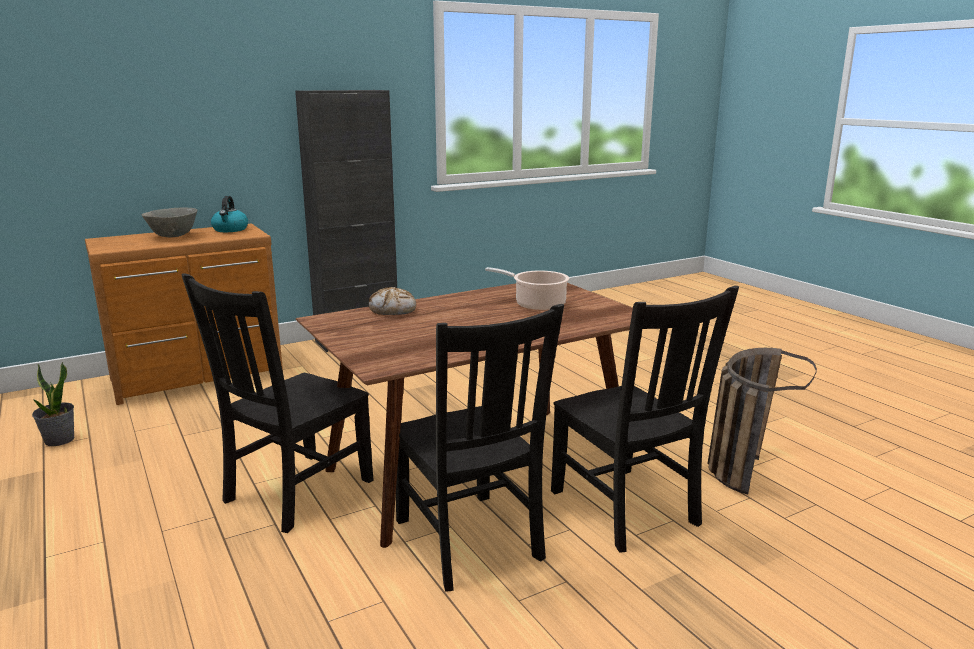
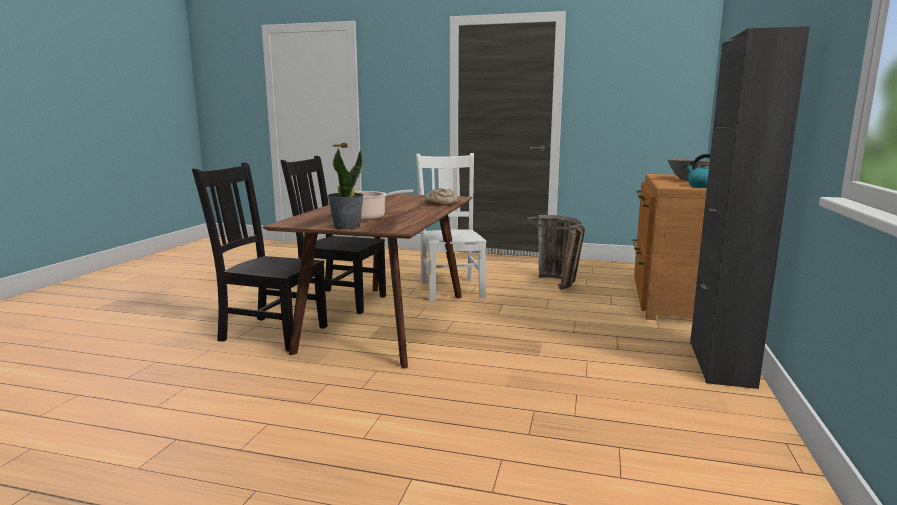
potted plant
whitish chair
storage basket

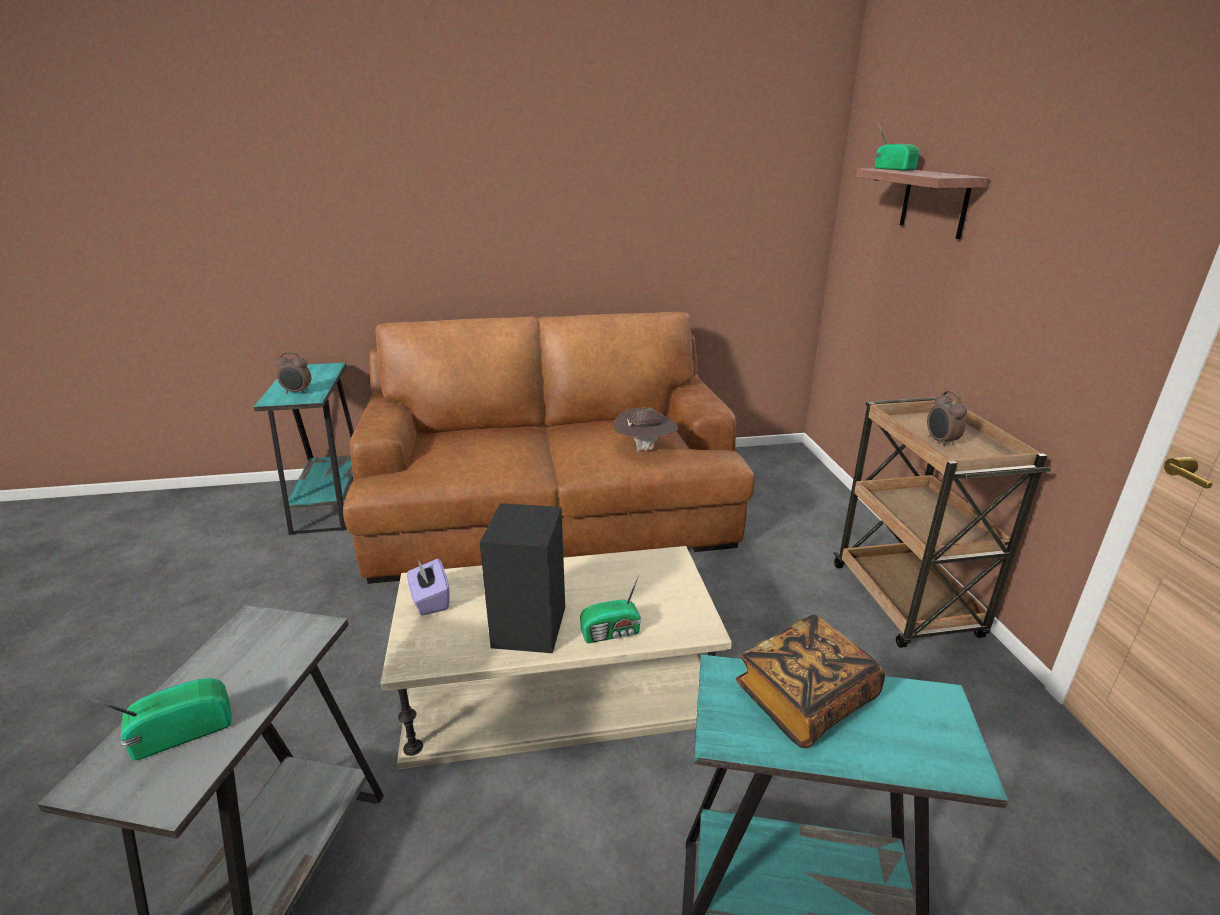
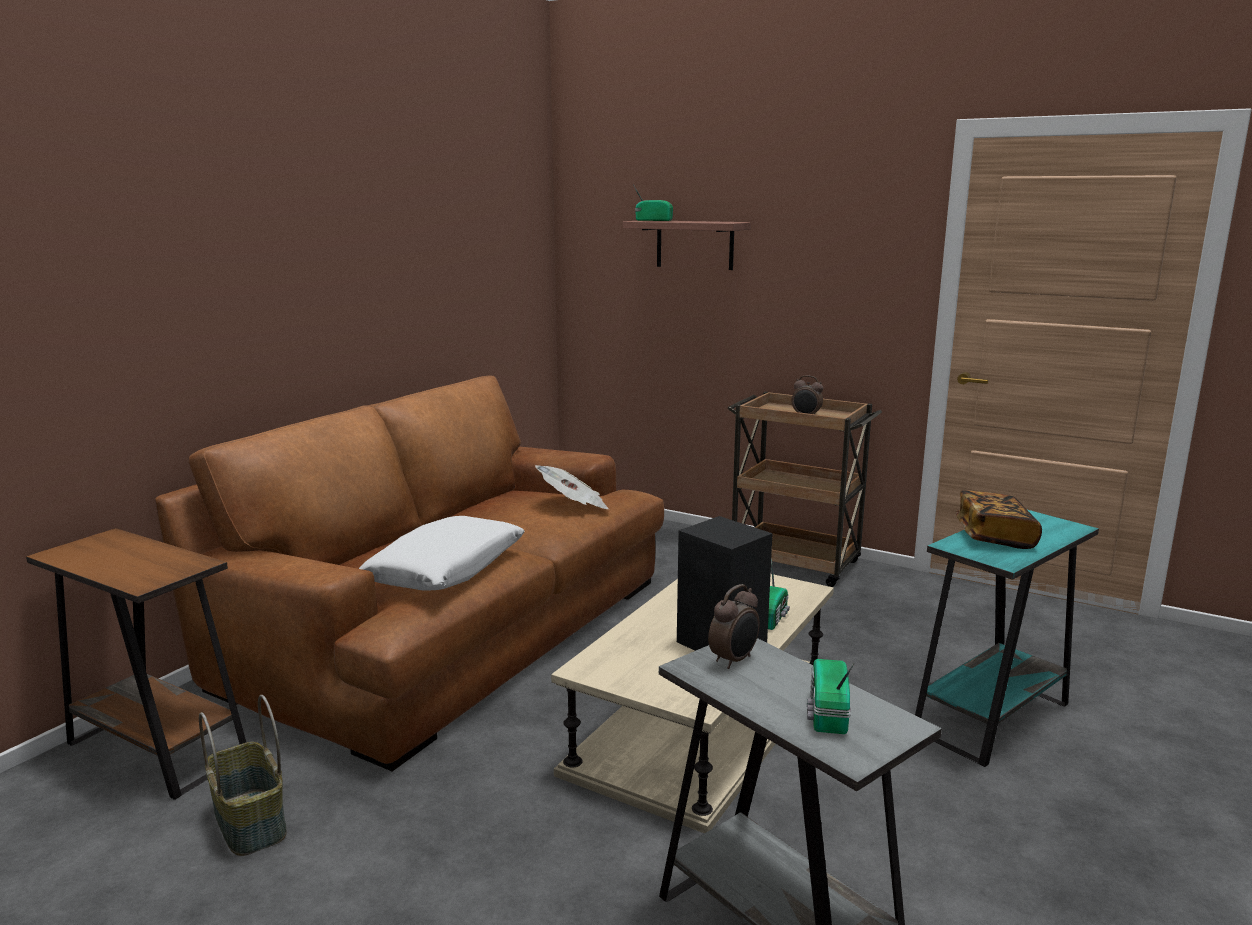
brown-coloured end table
storage basket
whitish cushion
newspaper
bedside clock (no. 1 from left)
purple tissue box

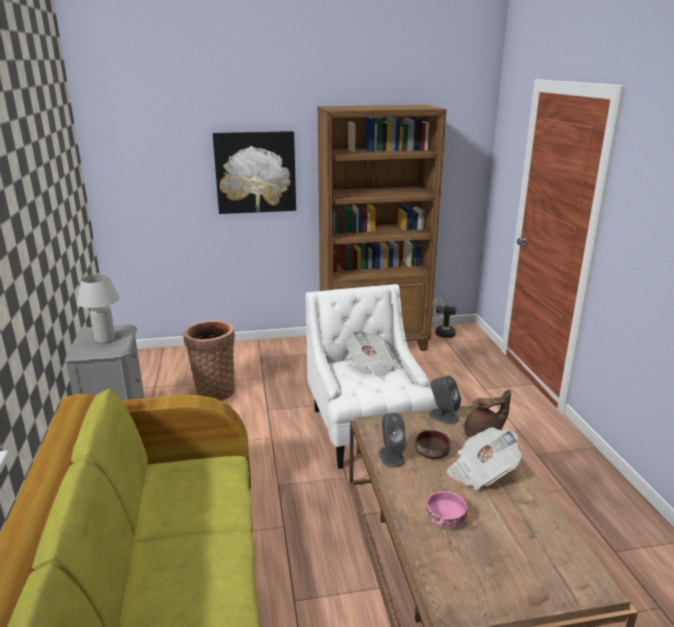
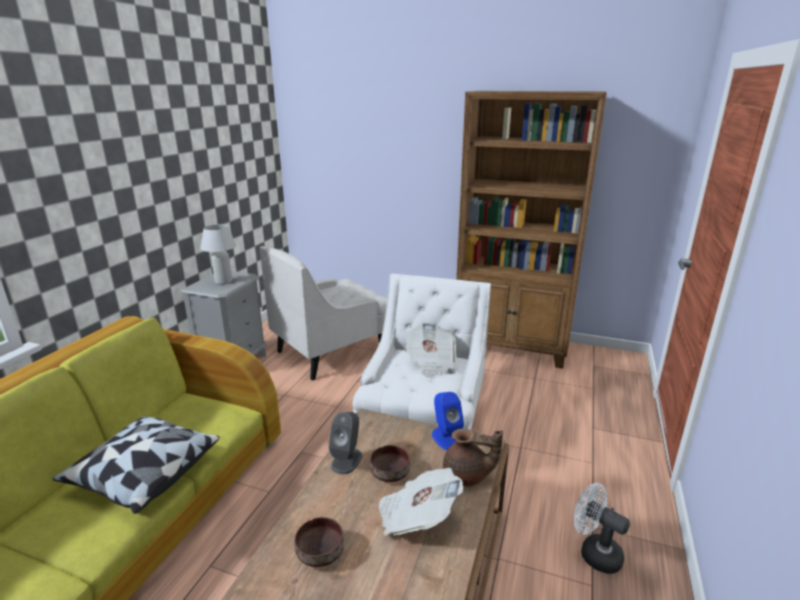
cushion
whitish lounge chair (no. 1 from left)
brown-coloured deep dish (no. 1 from left)
blue-coloured audio speaker
whitish cooling fan
wall art

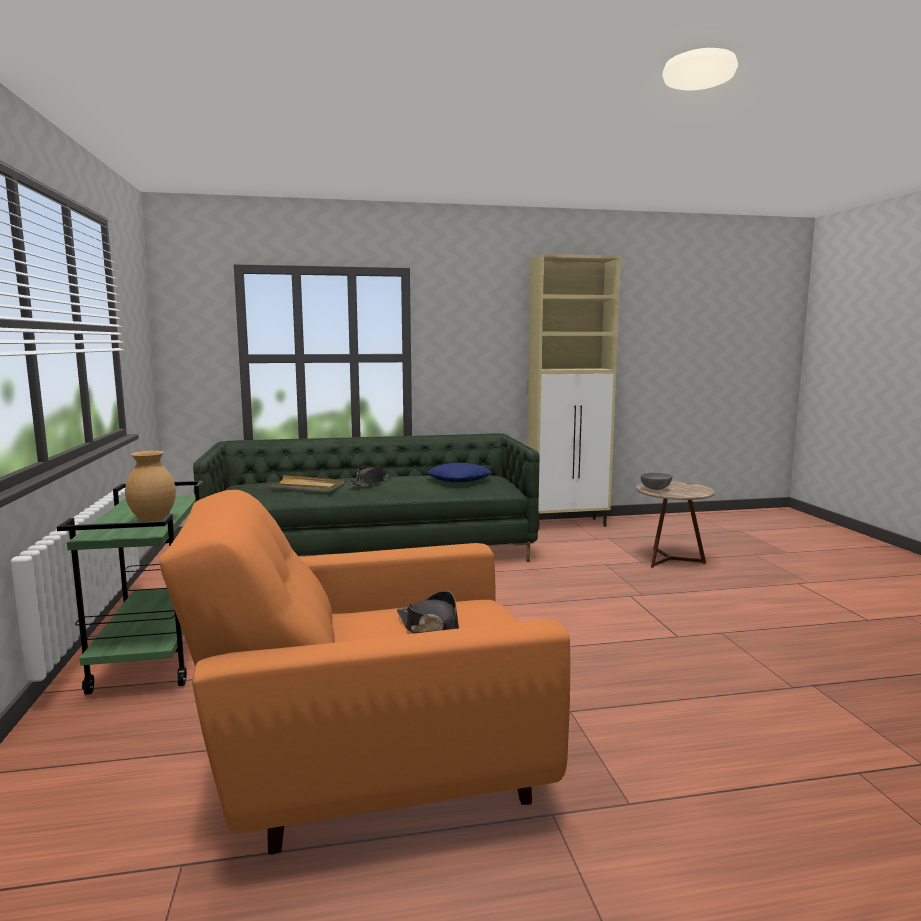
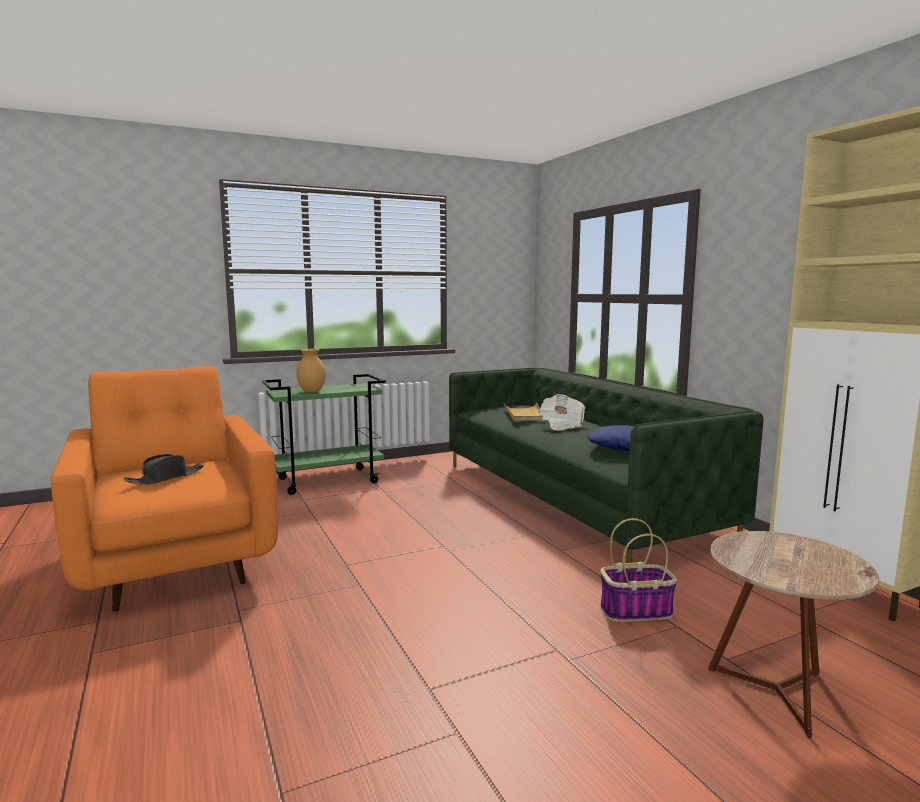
newspaper
storage basket
gray deep dish

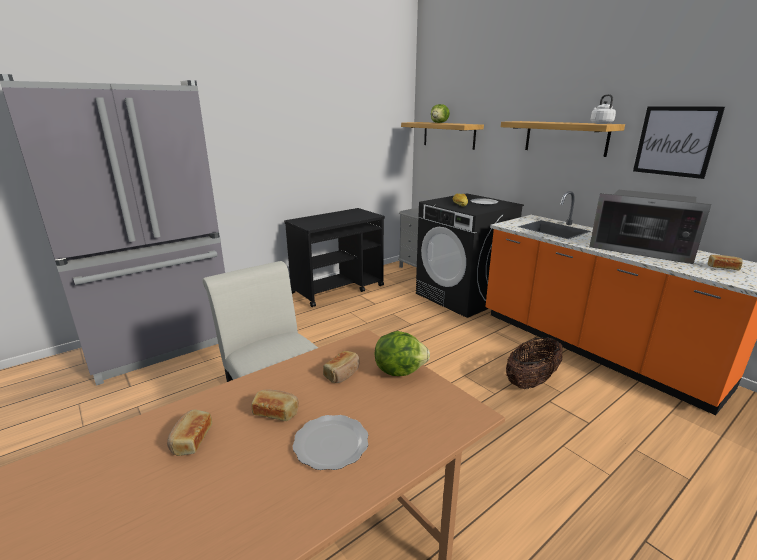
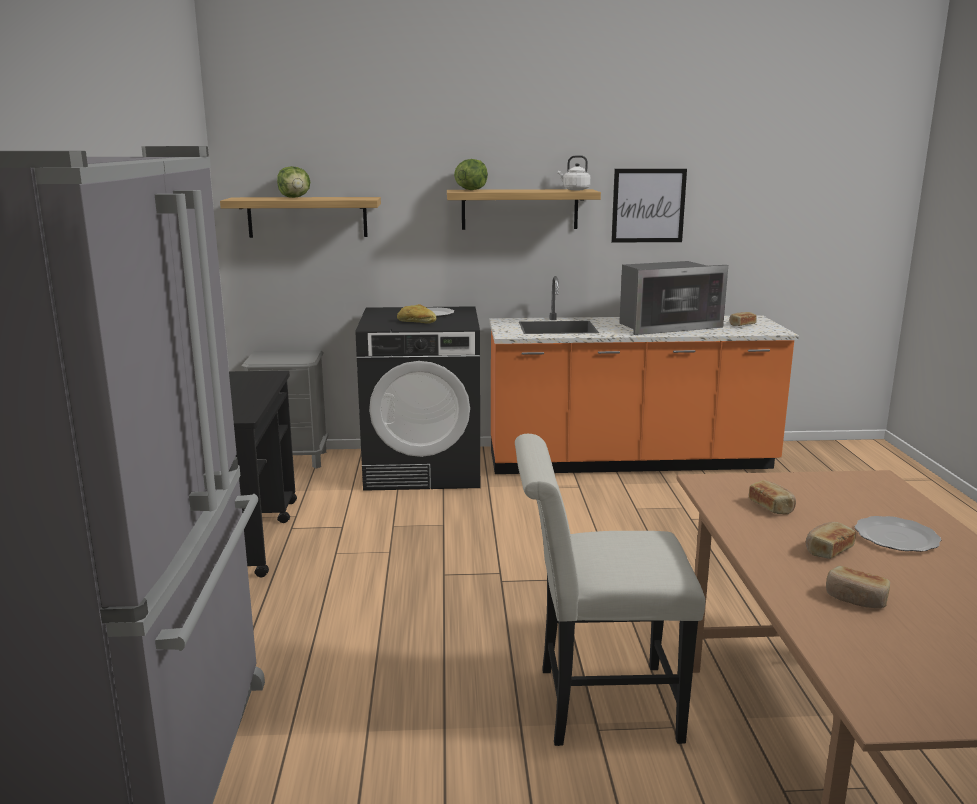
lettuce head (no. 2 from left)
storage basket

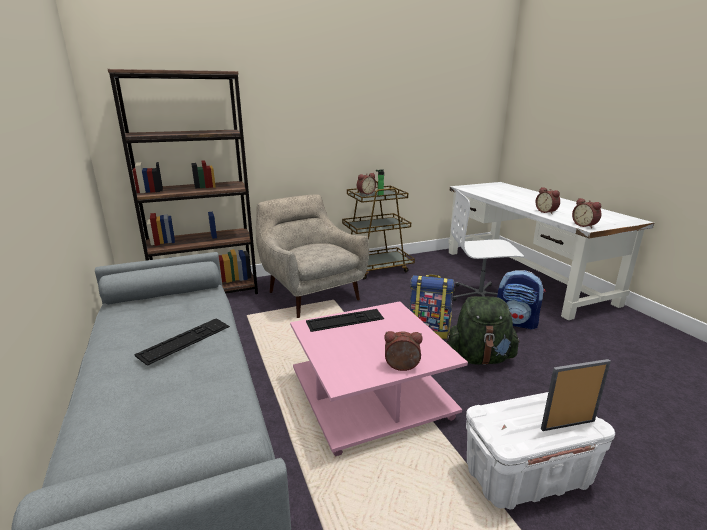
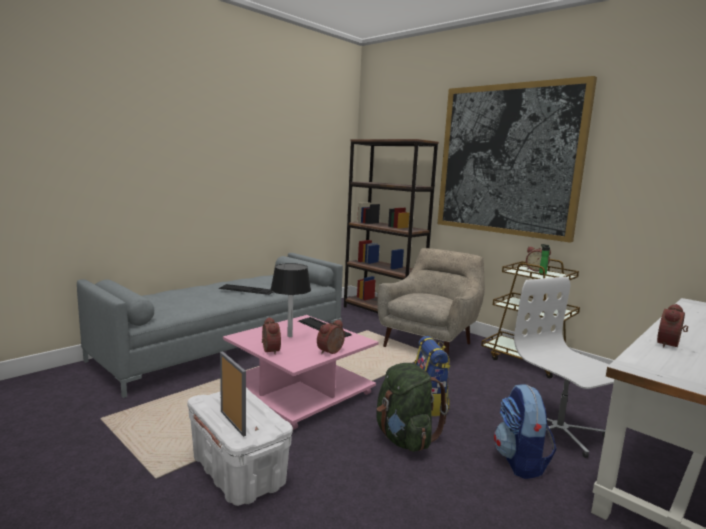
black lamp for a table
bedside clock (no. 2 from left)
wall art

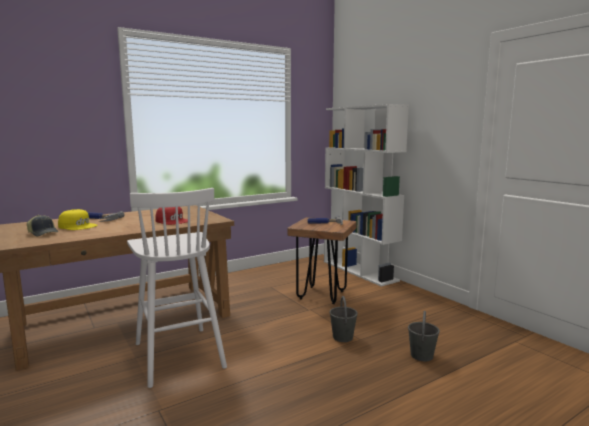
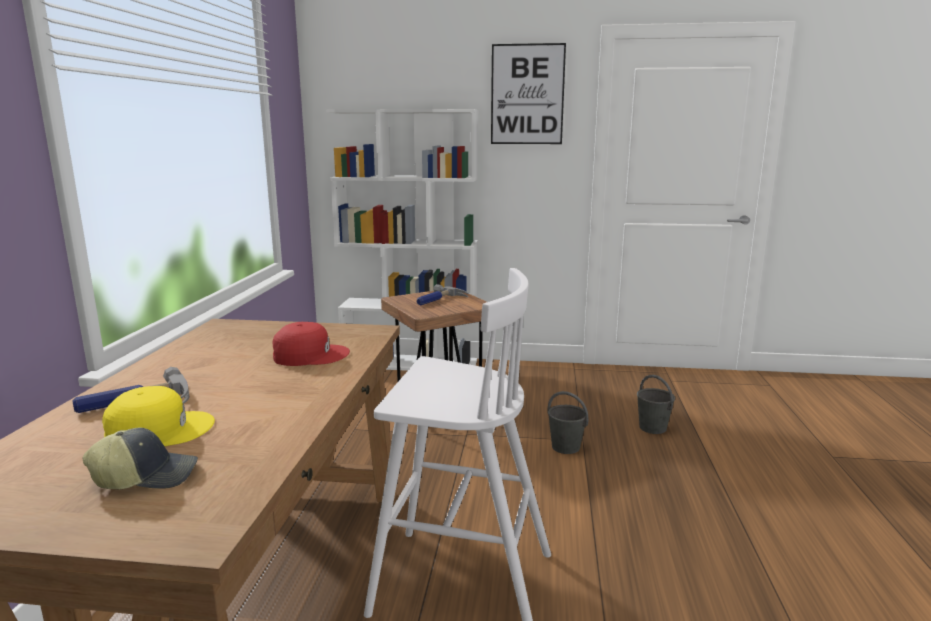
wall art

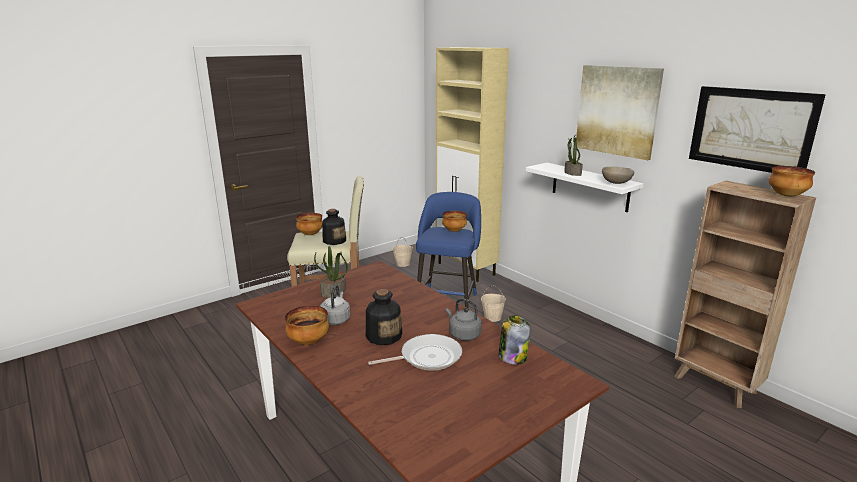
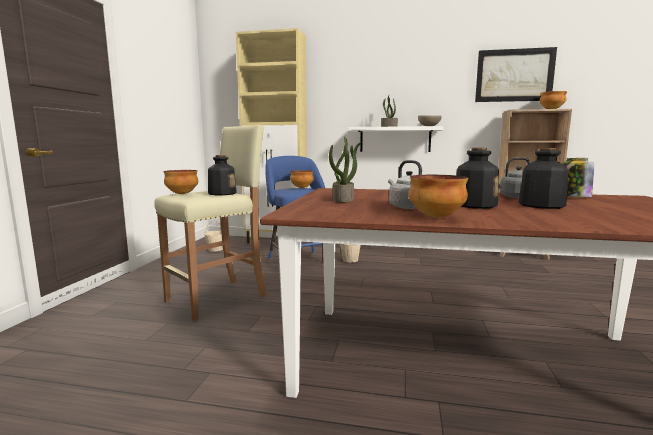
bottle (no. 3 from left)
wall art (no. 1 from left in the first image)

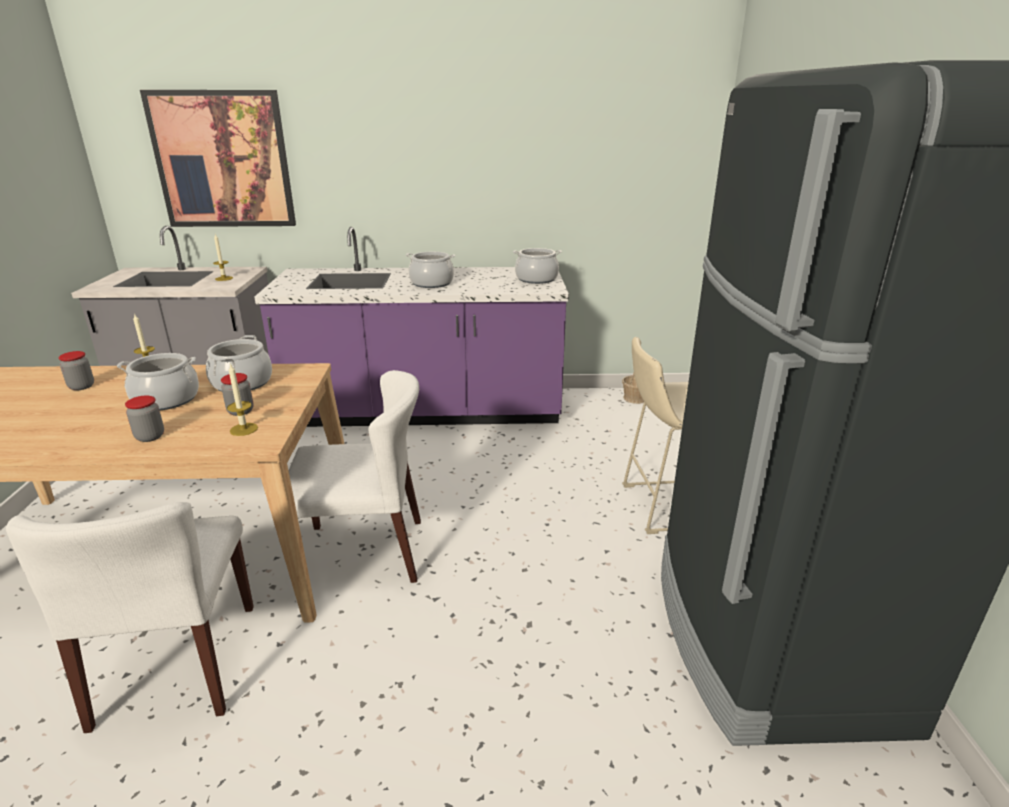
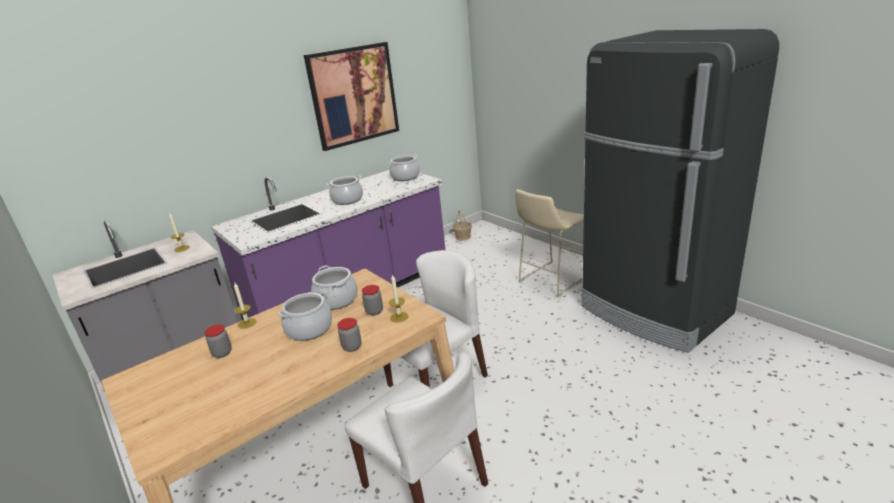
wall art

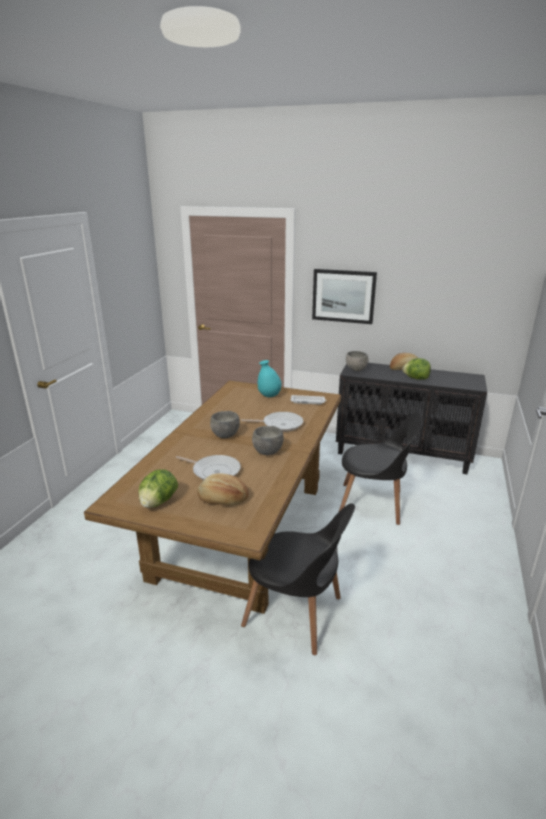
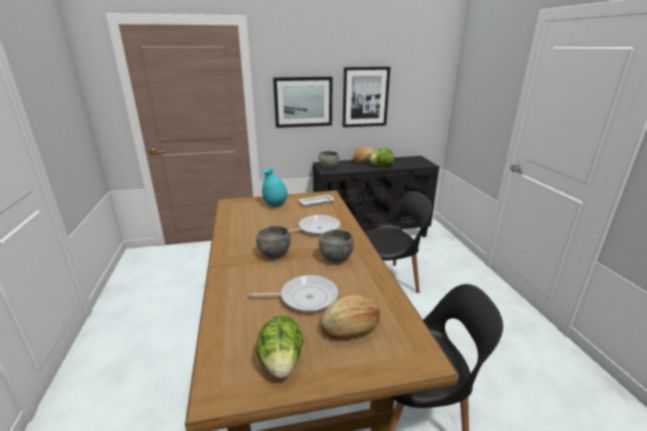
wall art (no. 2 from left)

